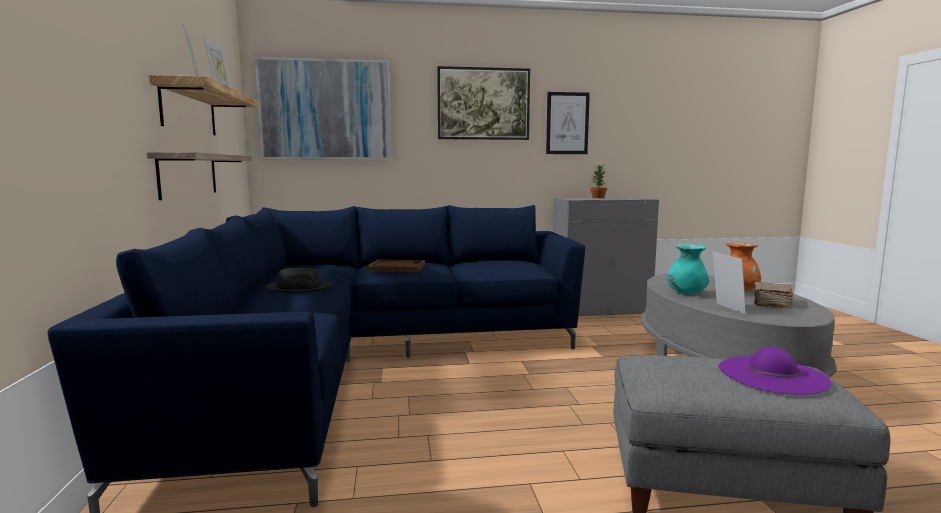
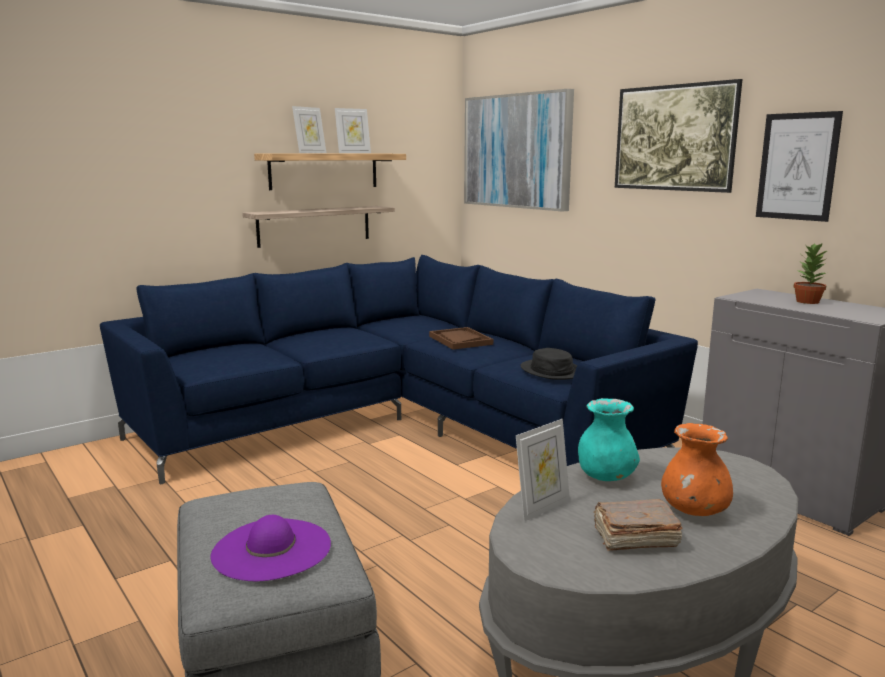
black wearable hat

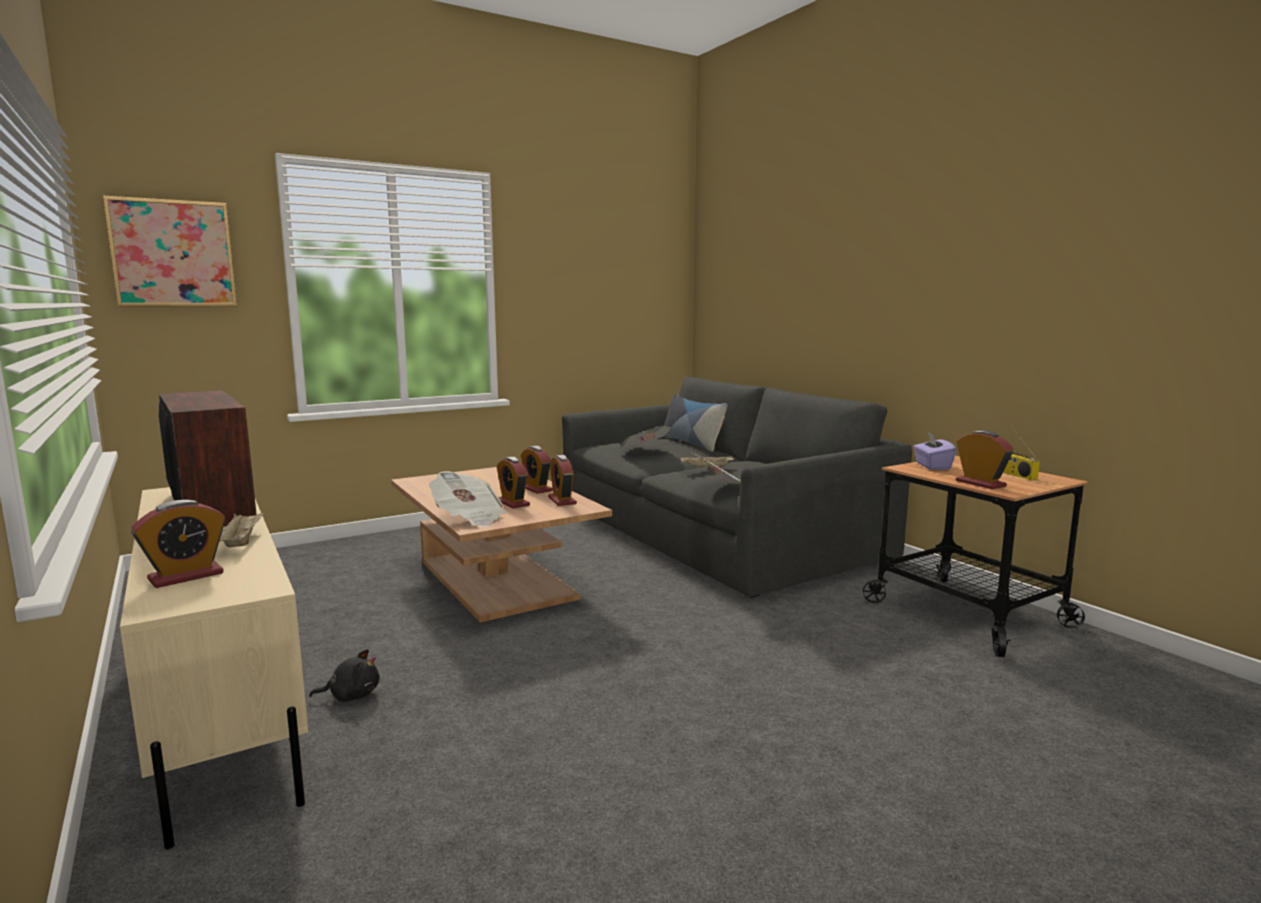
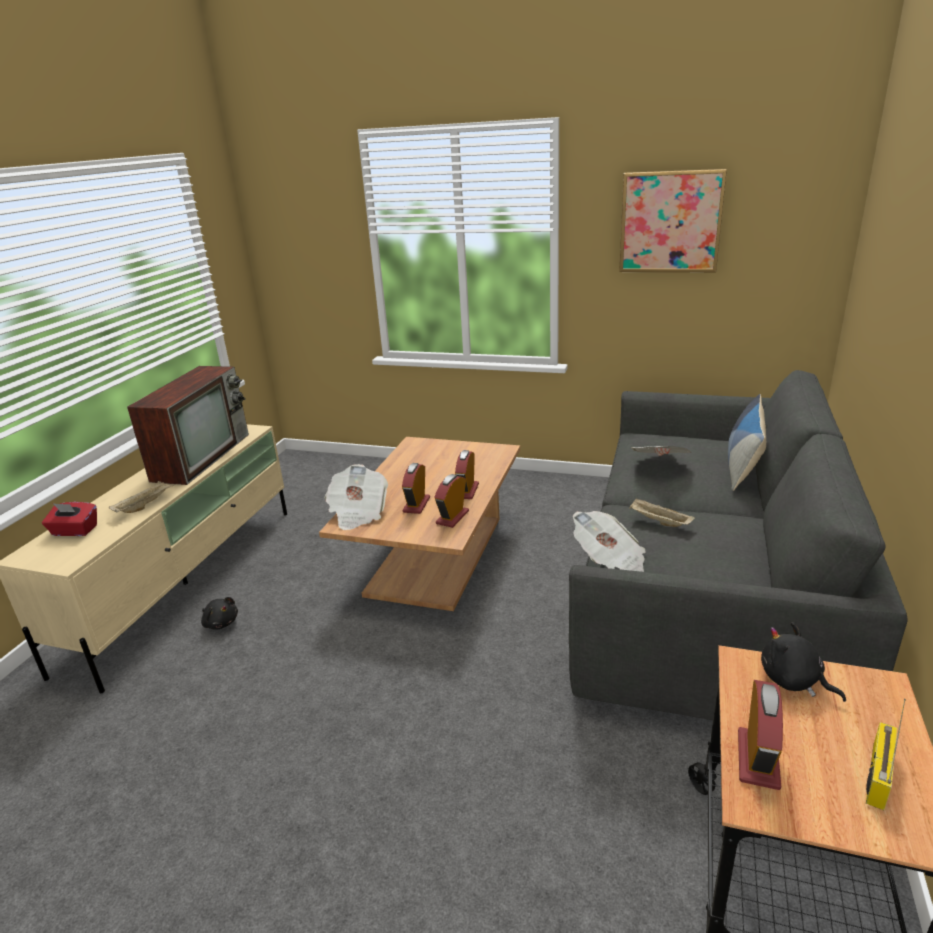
red tissue box
wall art
black soft toy (no. 2 from left)

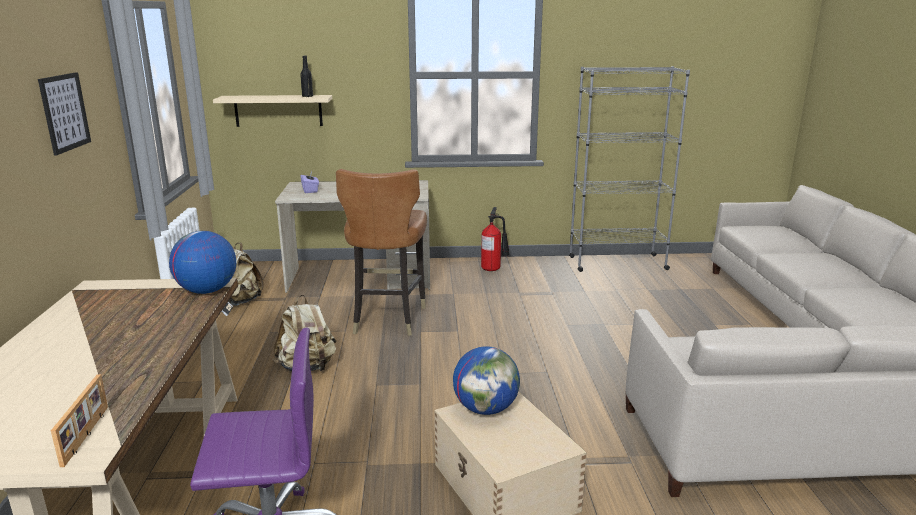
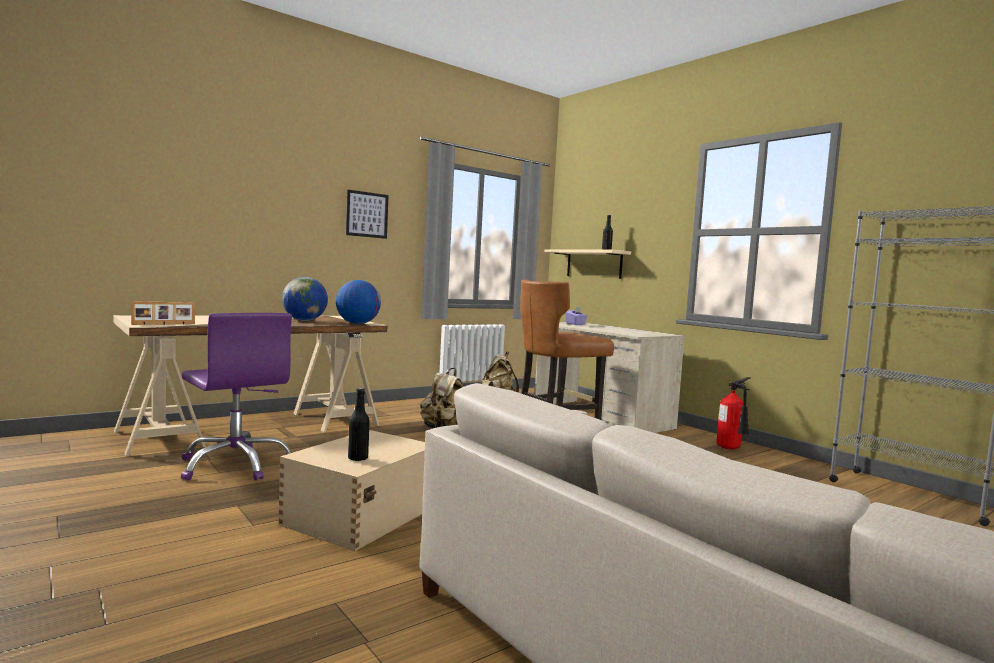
globe (no. 1 from left)
black bottle (no. 1 from left)

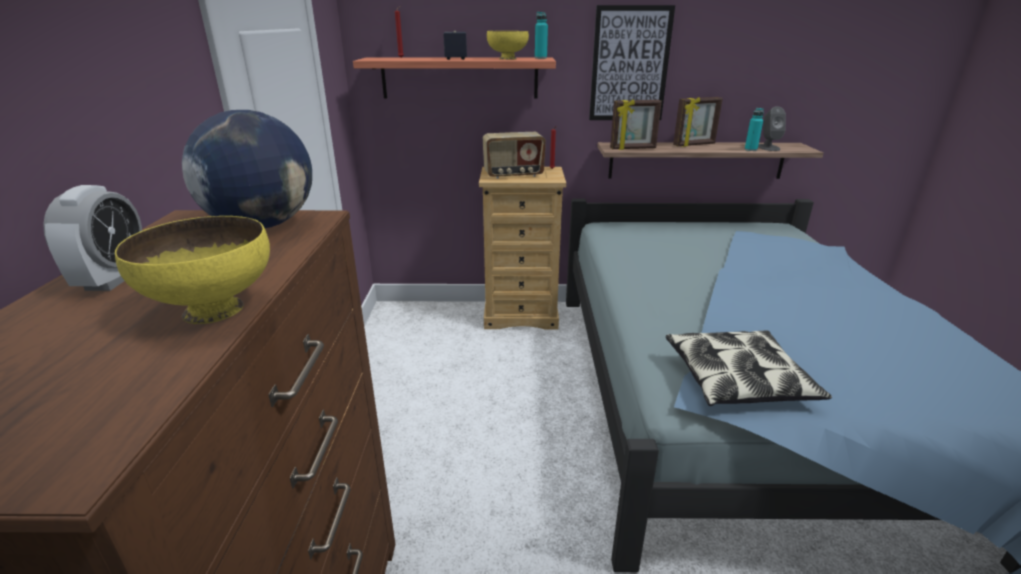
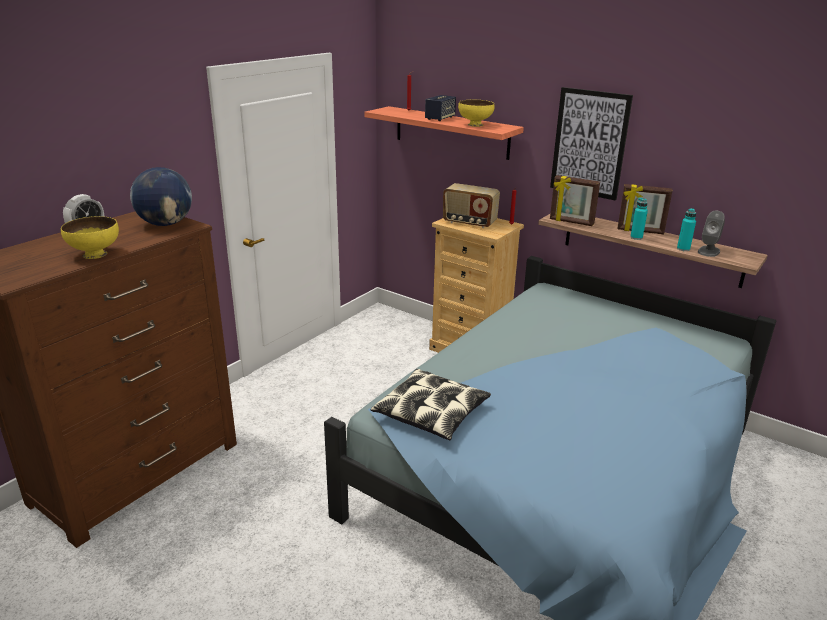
turquoise-coloured bottle (no. 1 from left)

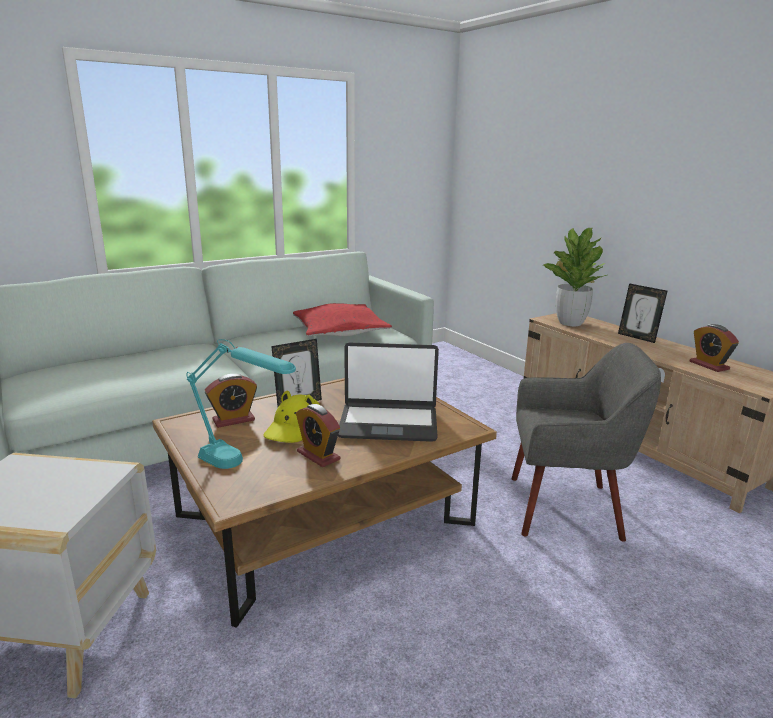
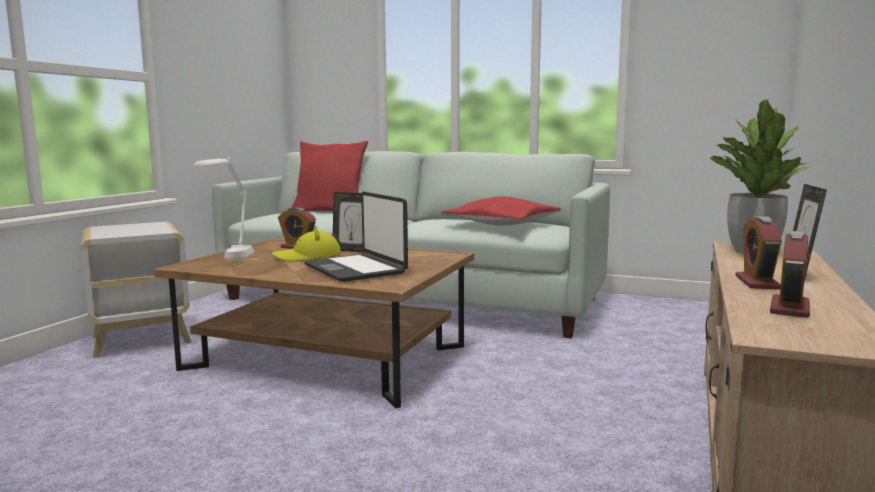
whitish lamp for a table
red cushion (no. 1 from left)
bedside clock (no. 2 from left)
gray lounge chair

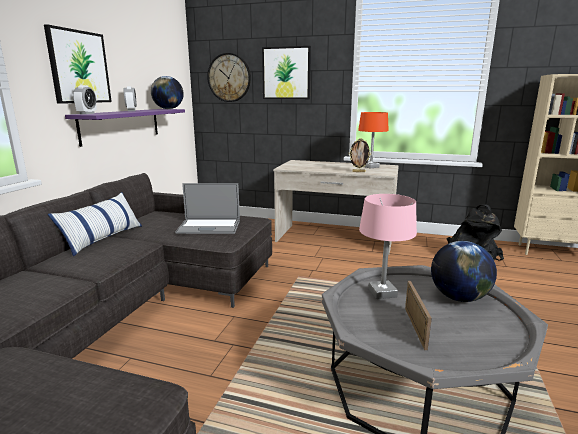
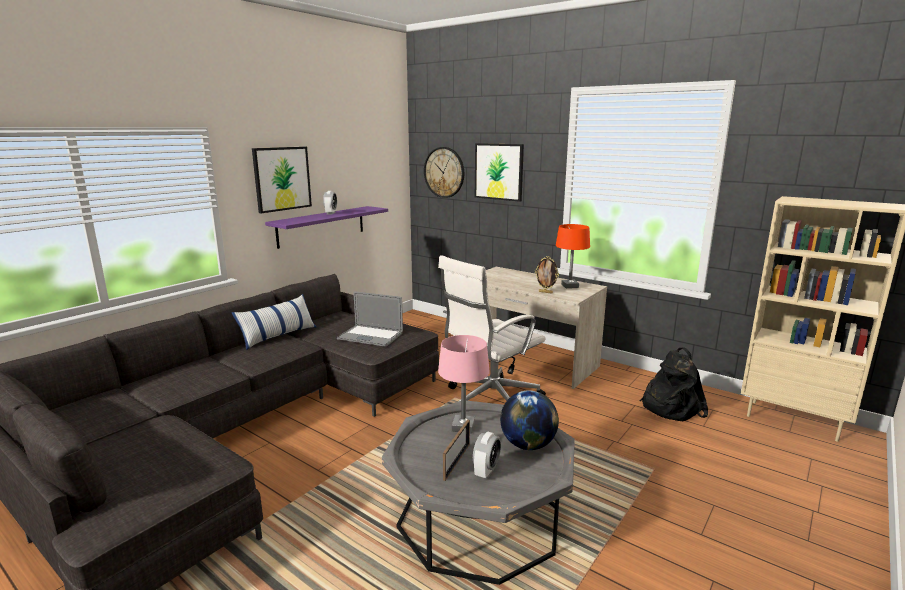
whitish desk chair
bedside clock (no. 2 from left)
globe (no. 1 from left in the first image)

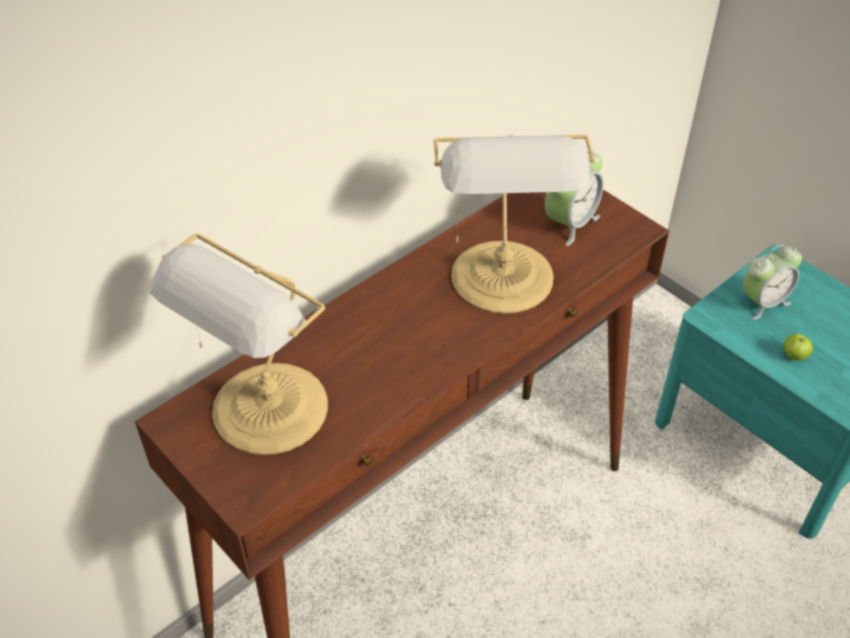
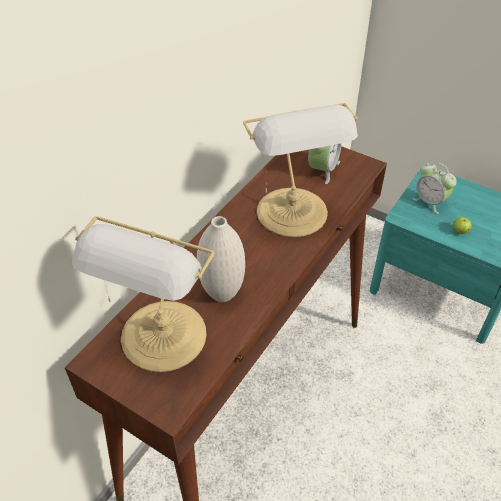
whitish decorative vase
bedside clock (no. 2 from left)

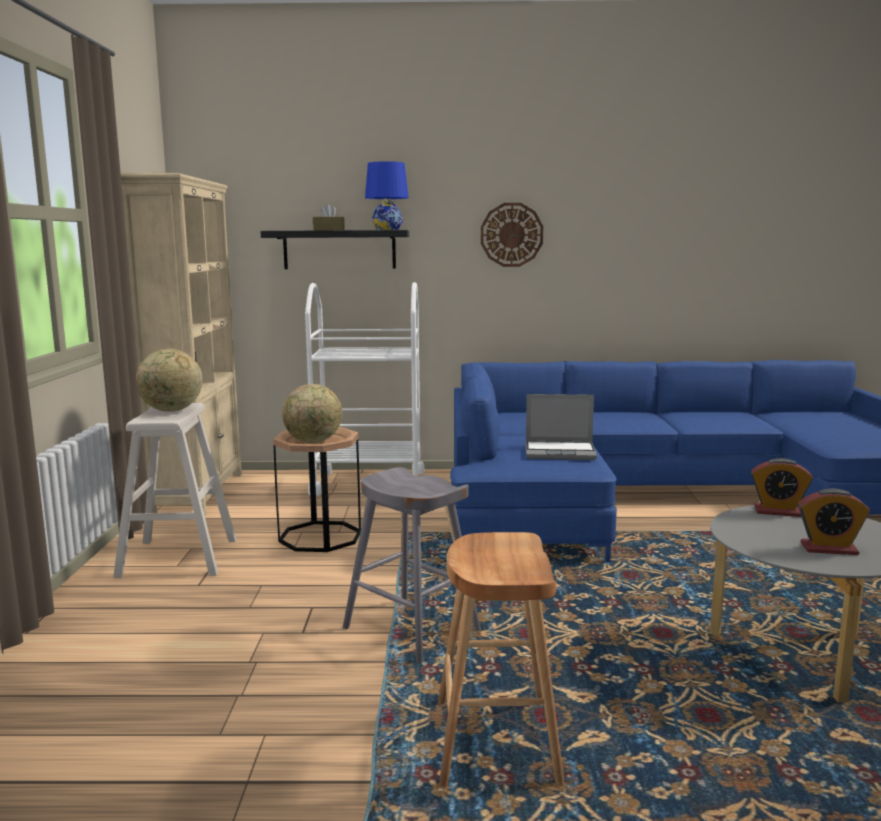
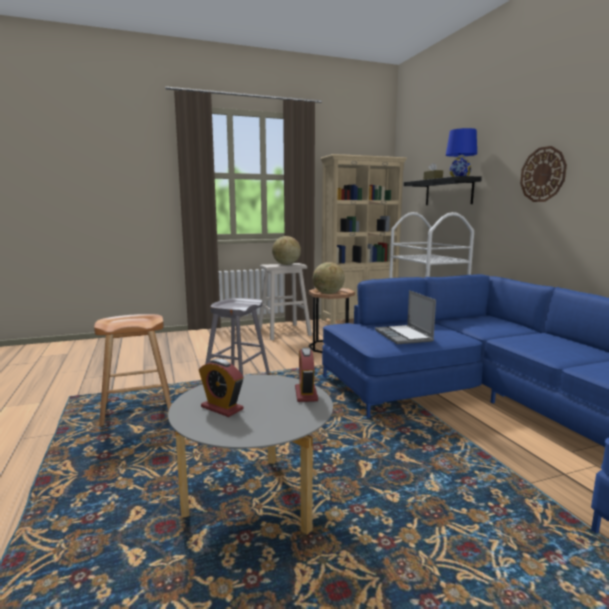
bedside clock (no. 1 from left)

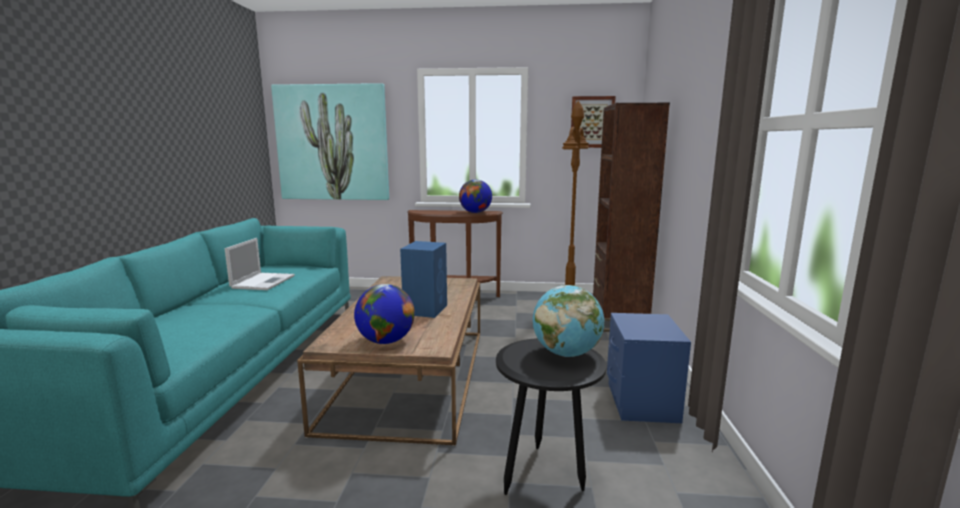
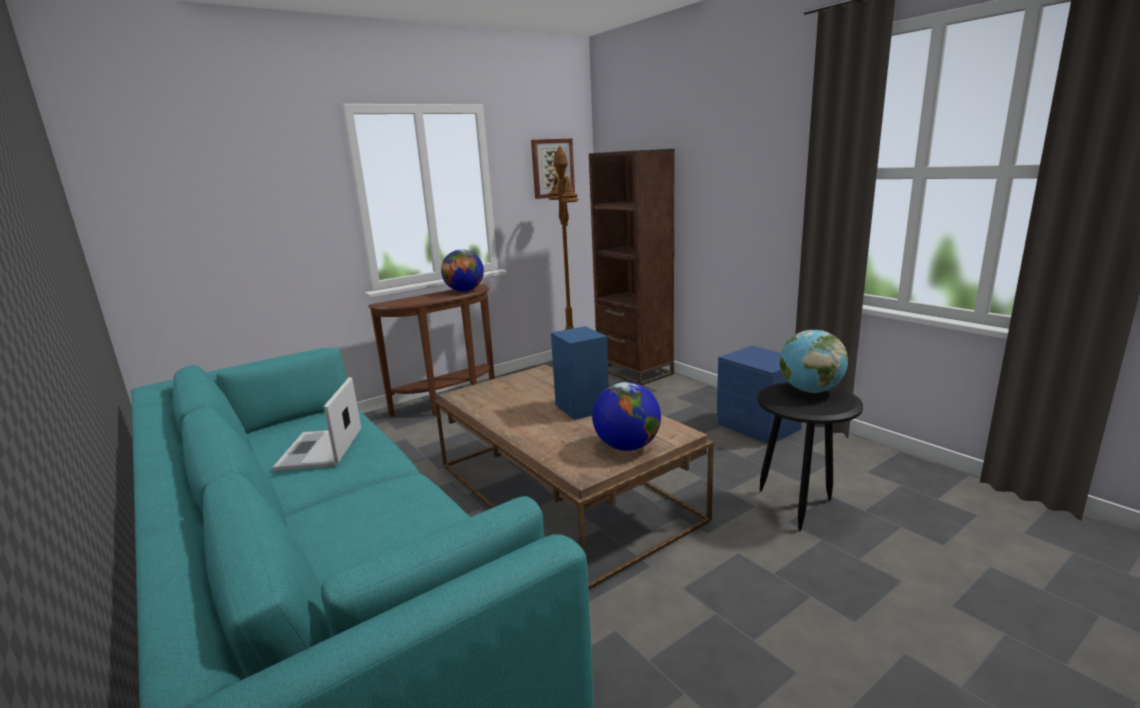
laptop
wall art (no. 1 from left in the first image)

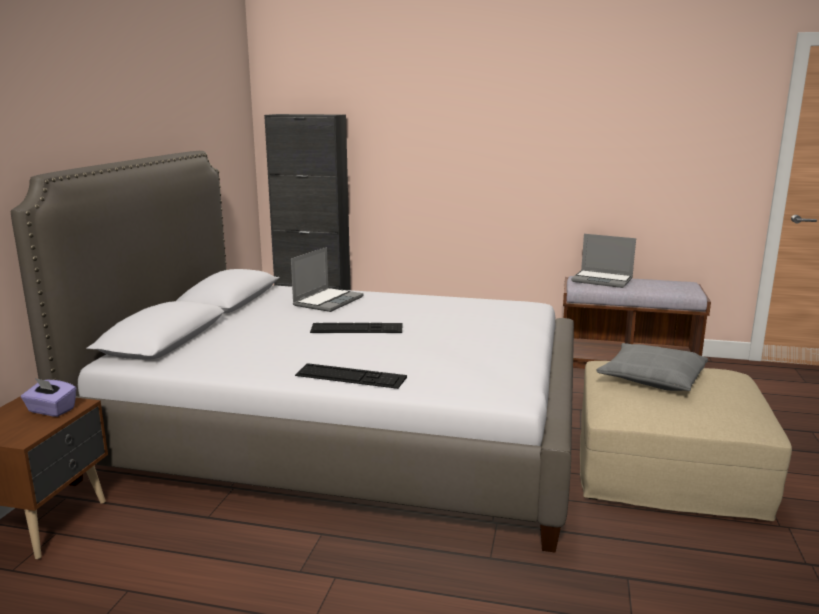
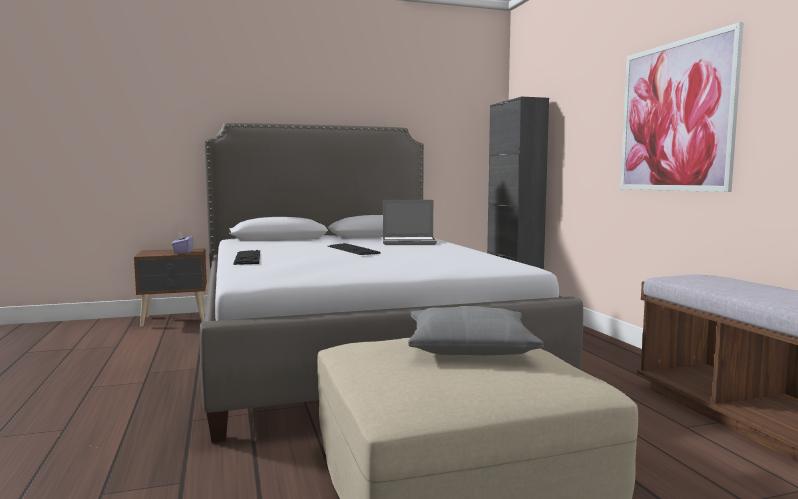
wall art
laptop (no. 2 from left in the first image)

